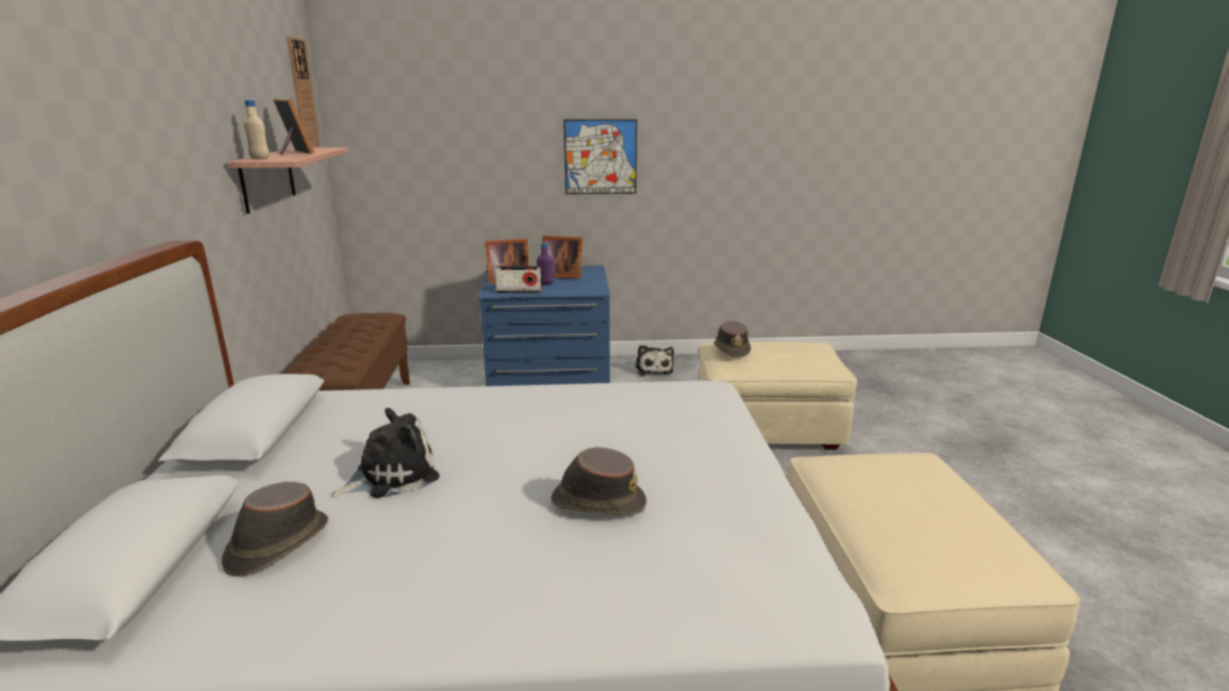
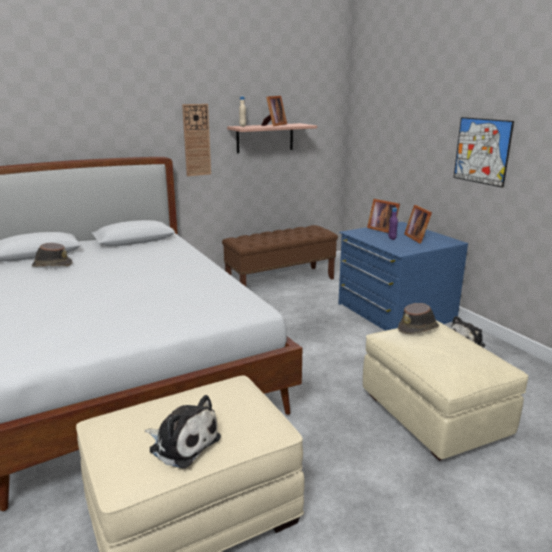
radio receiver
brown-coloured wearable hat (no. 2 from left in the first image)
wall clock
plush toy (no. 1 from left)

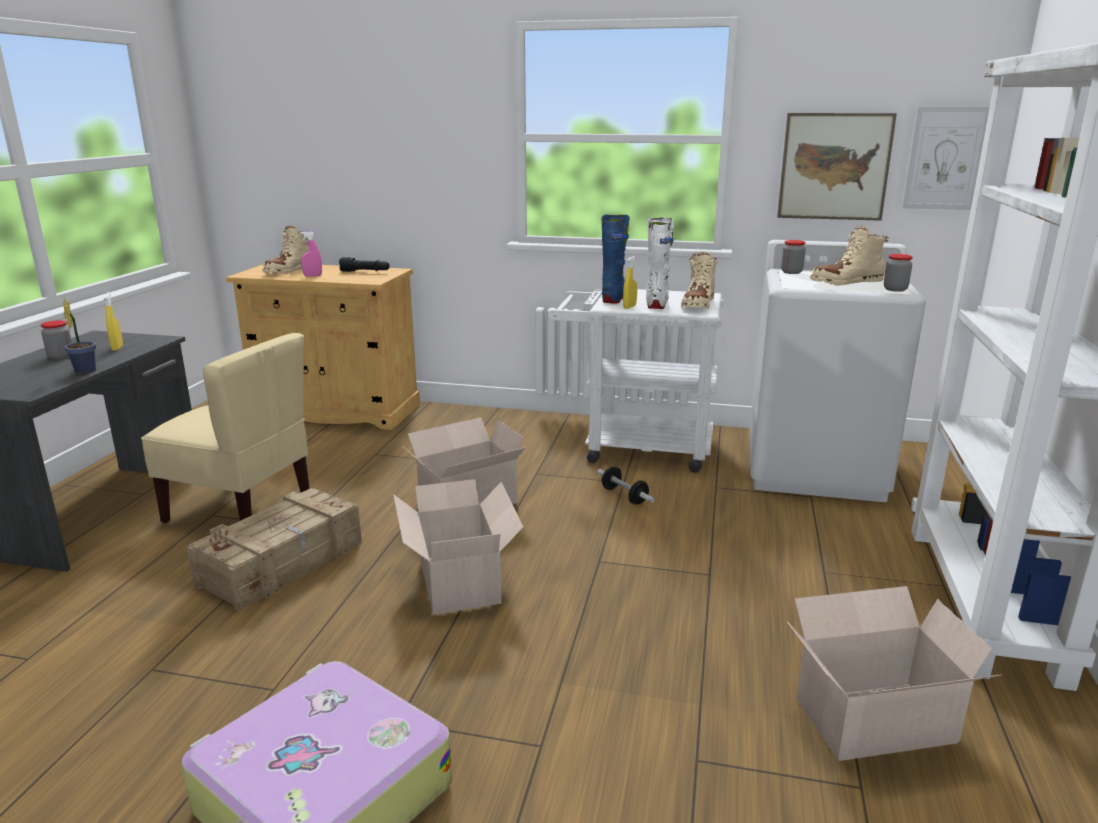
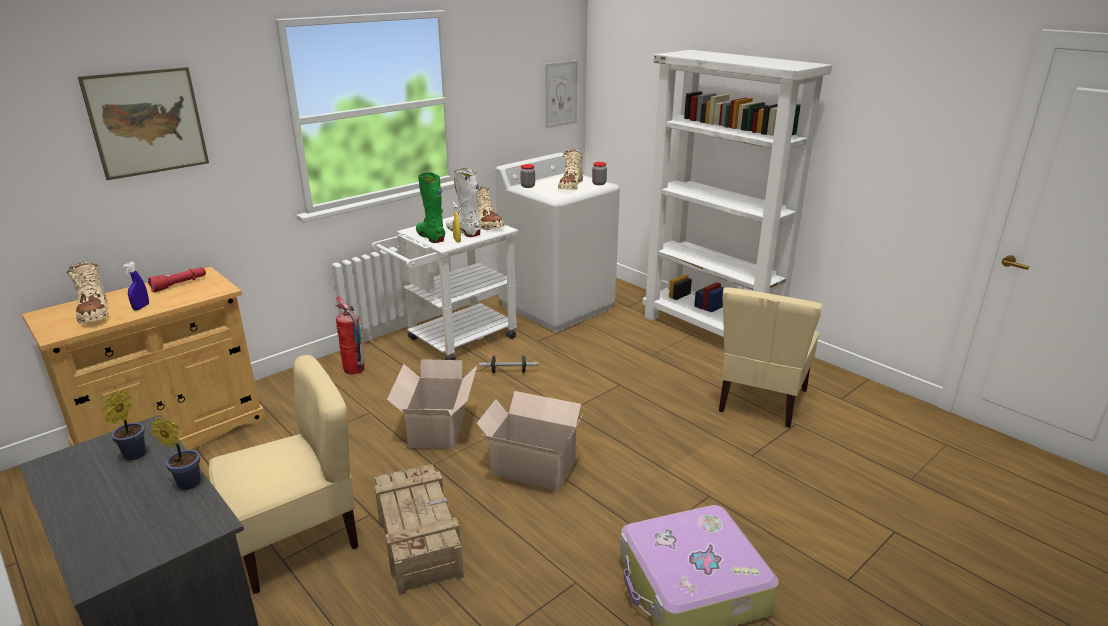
preserve jar (no. 1 from left in the first image)
fire extinguisher
wall art (no. 1 from left)
potted plant (no. 1 from left)
sand-coloured upright chair (no. 2 from left)
blue-coloured sprayer
reddish torch
green-coloured tall boot

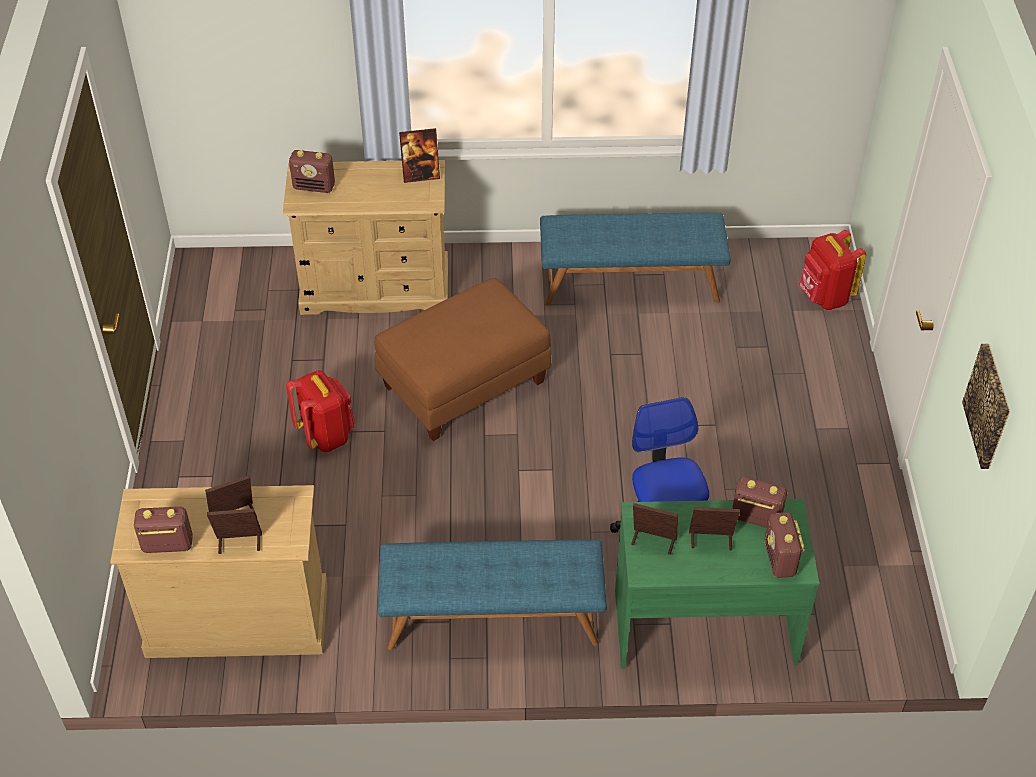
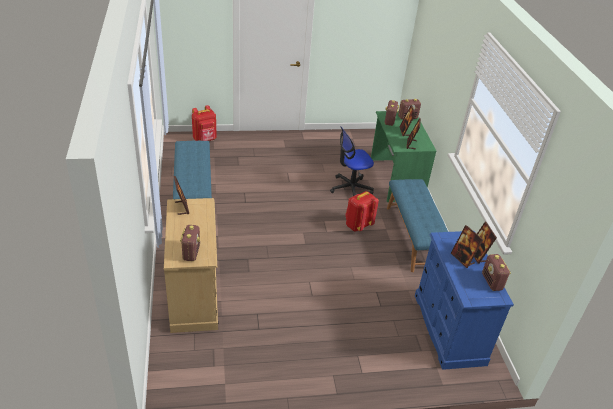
brown-coloured pouffe
wall art
reddish backpack (no. 2 from left)
blue-coloured chest of drawers

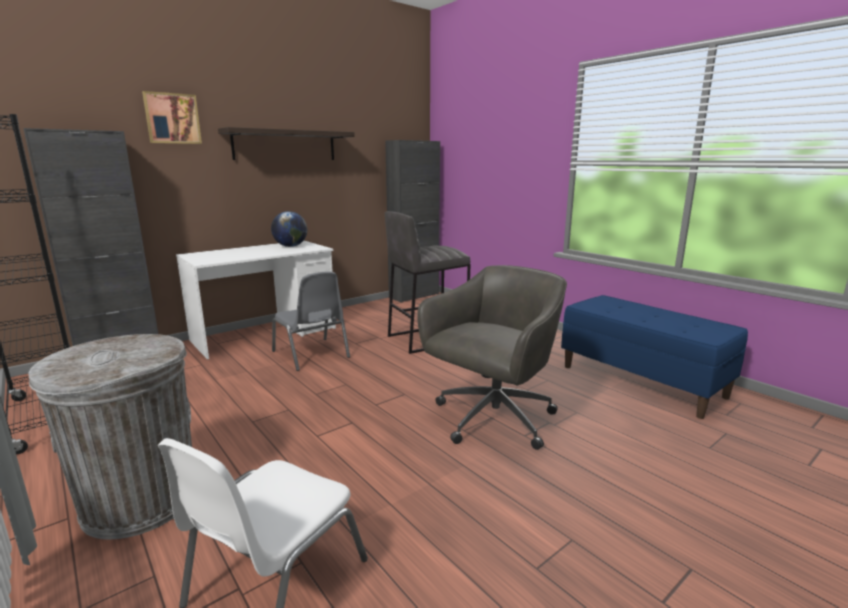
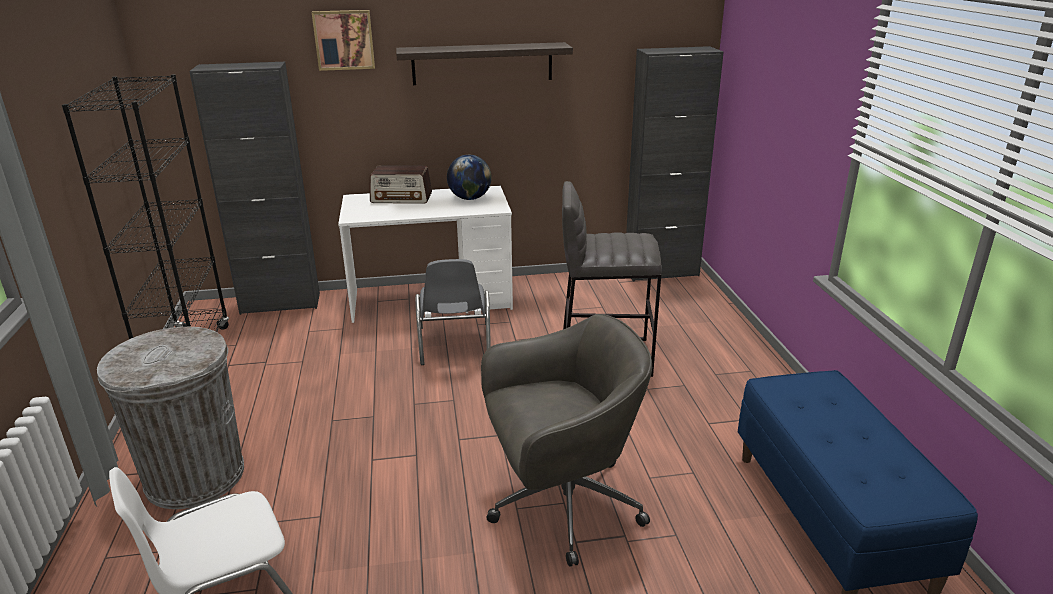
radio receiver

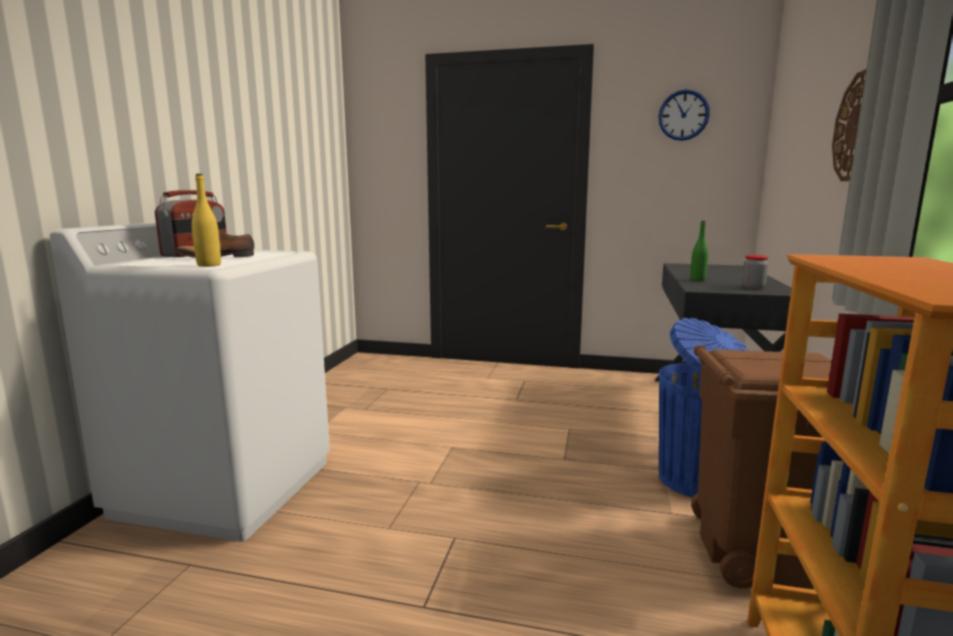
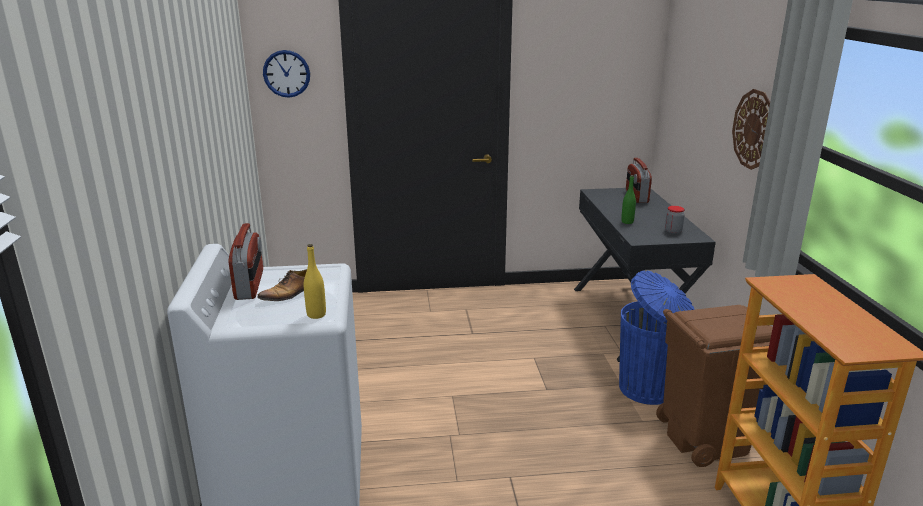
radio receiver (no. 2 from left)
wall clock (no. 1 from left)

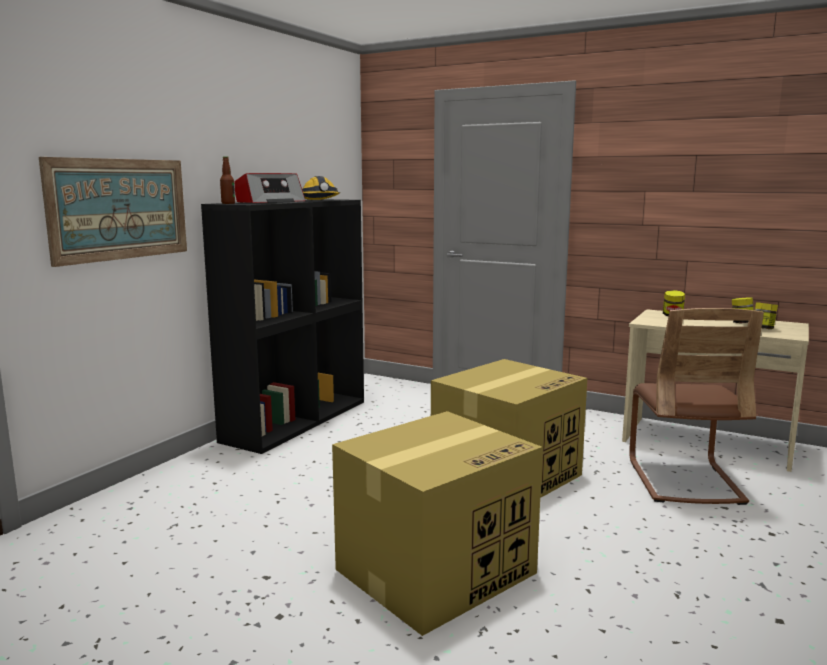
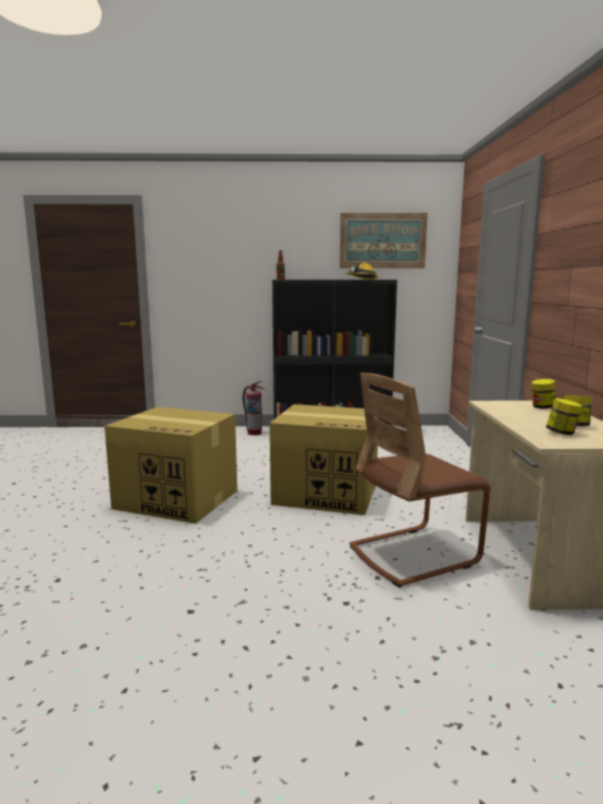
radio receiver
fire extinguisher
wall art

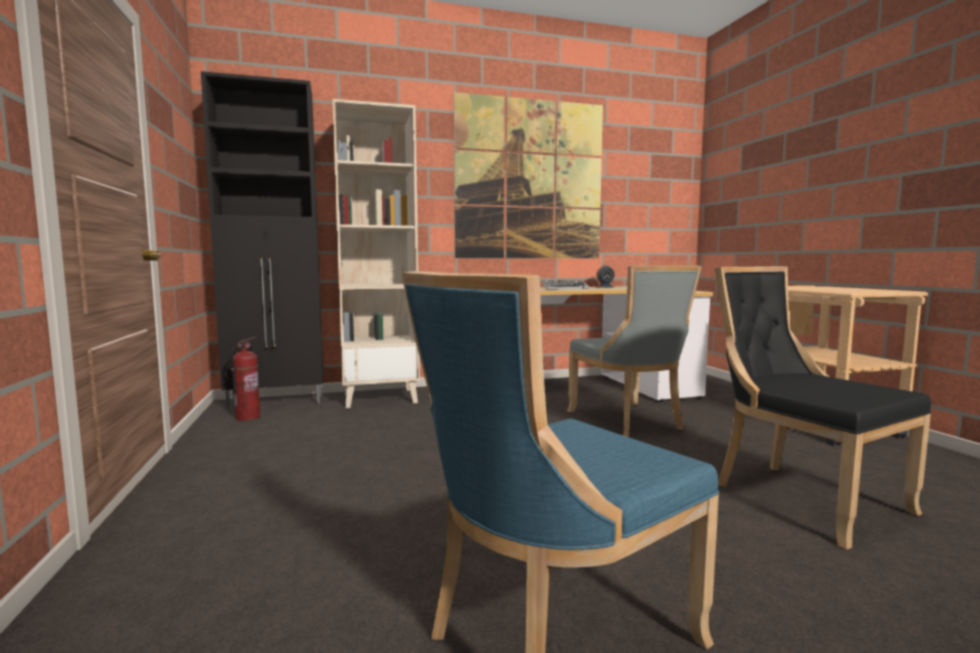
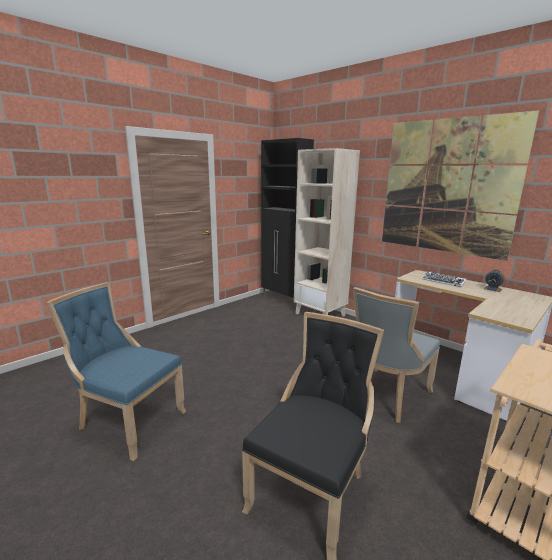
fire extinguisher

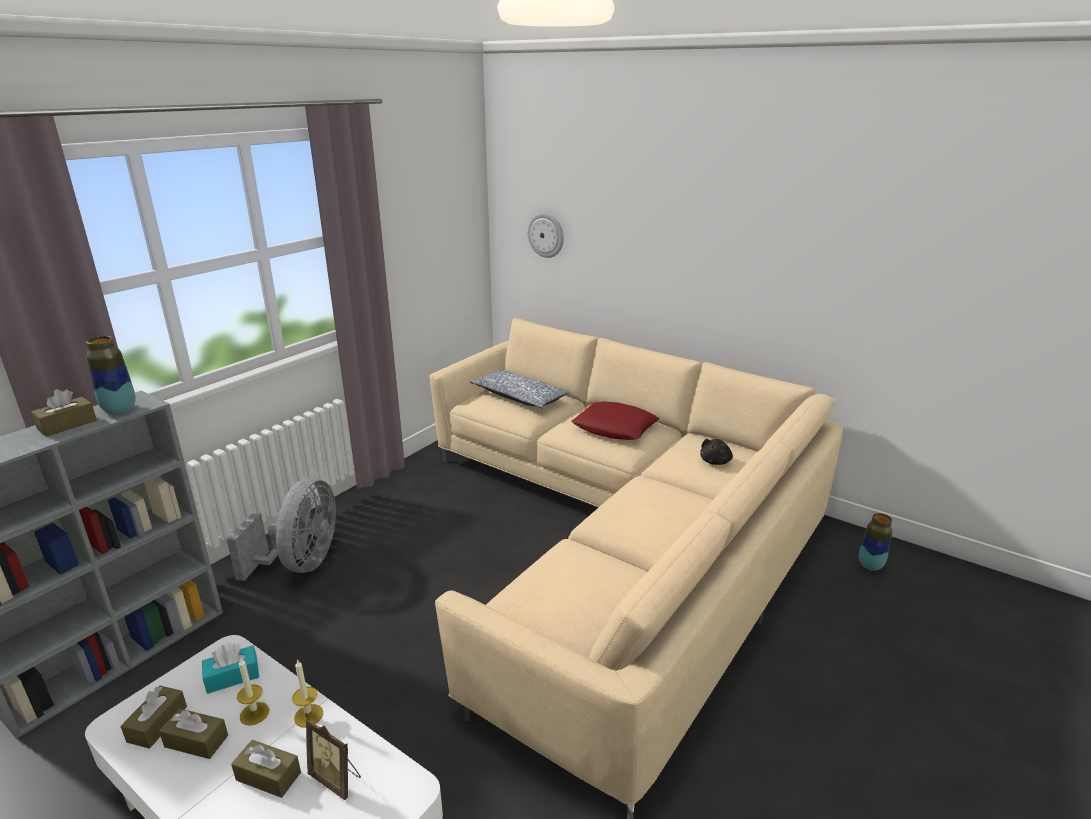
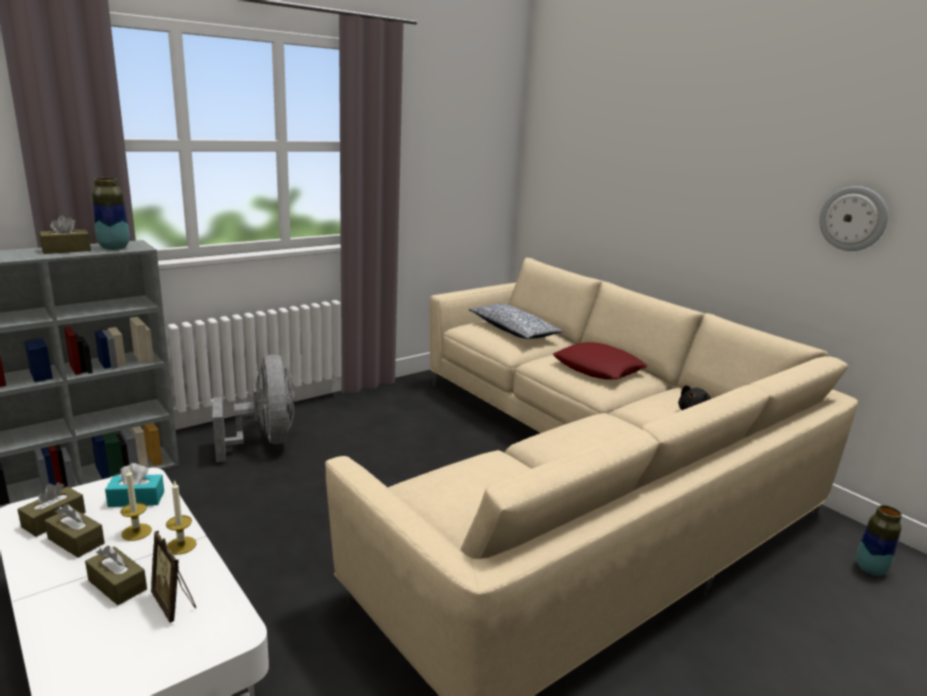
wall clock
grey cooling fan

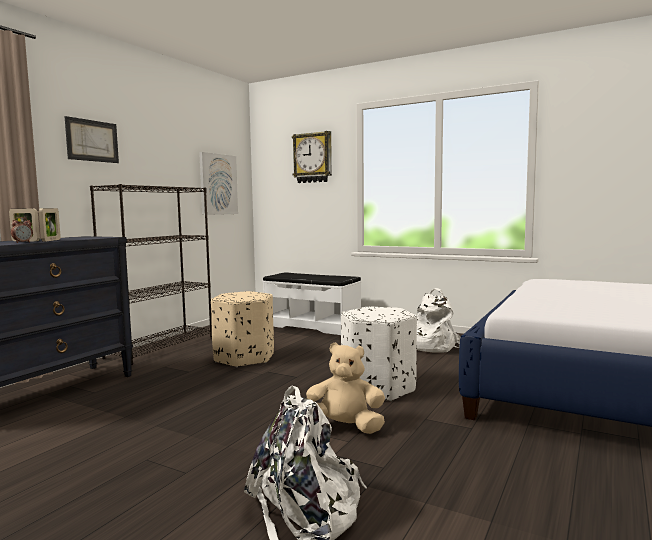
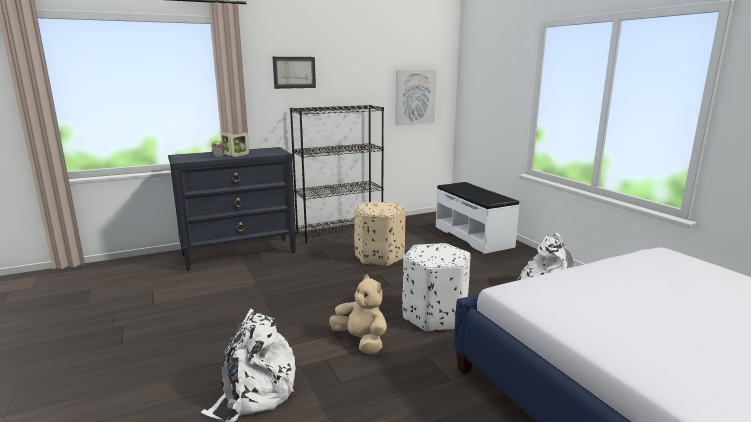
wall clock

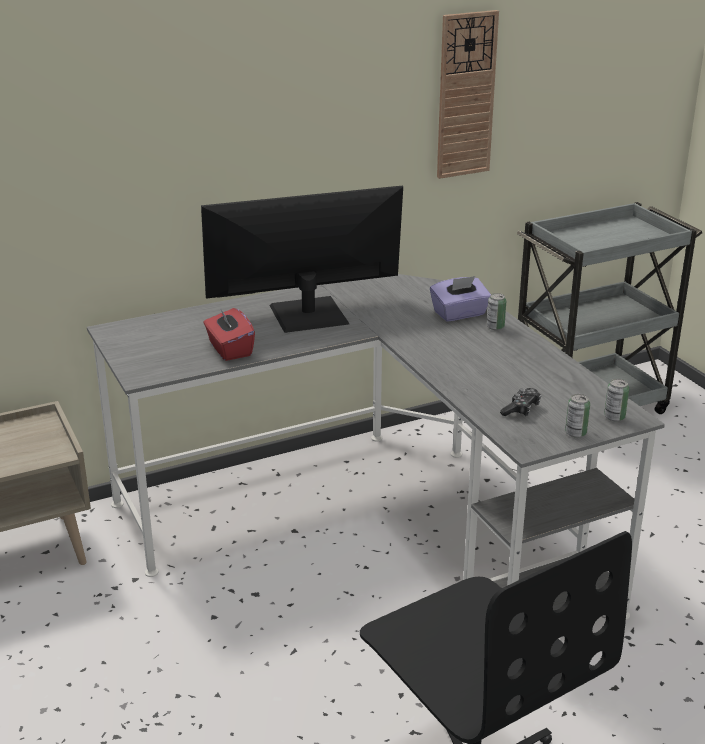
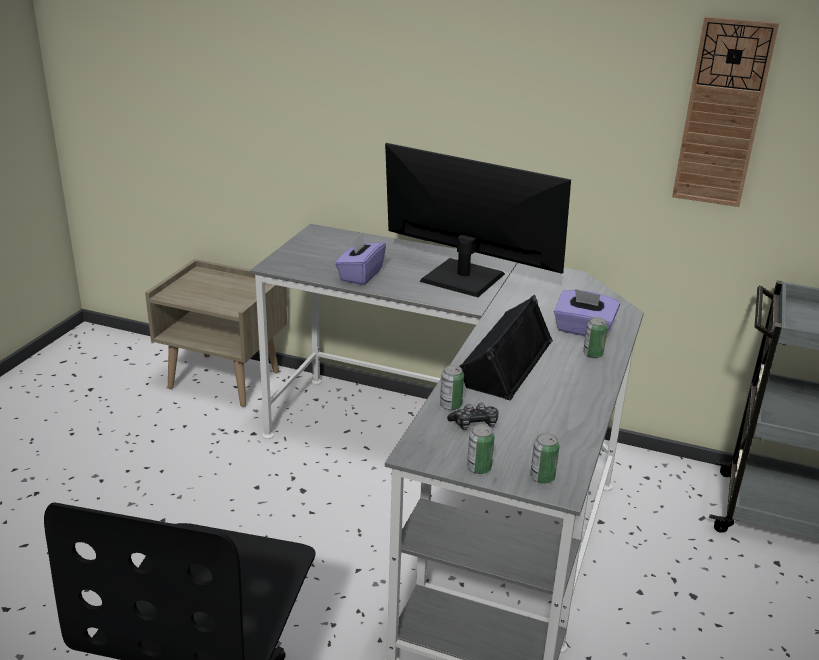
can (no. 1 from left)
black-coloured speaker
purplish tissue holder (no. 1 from left)

